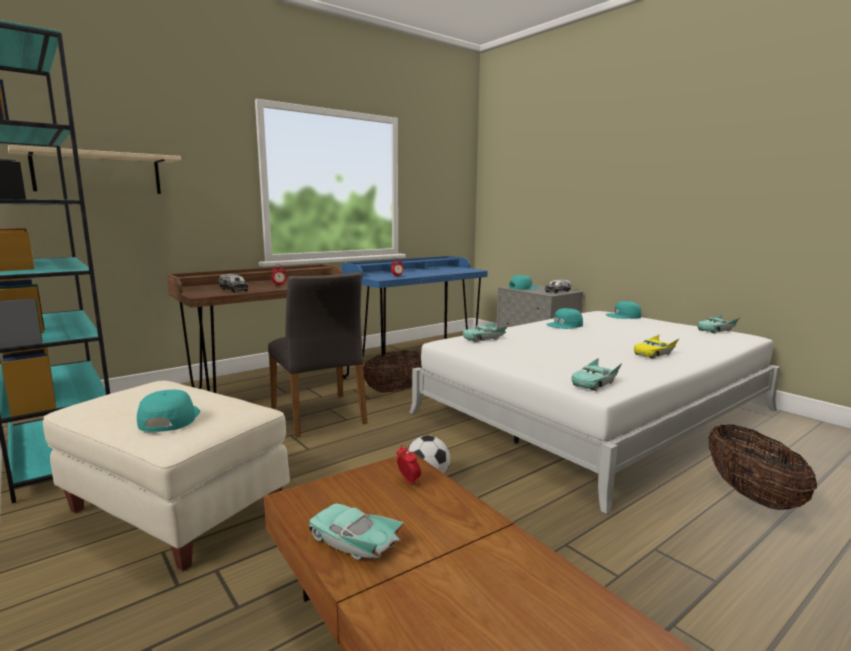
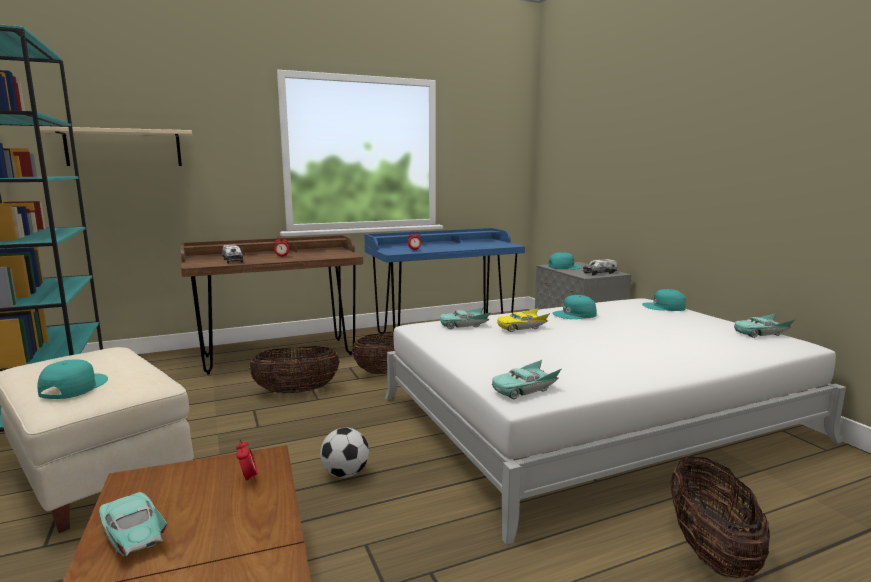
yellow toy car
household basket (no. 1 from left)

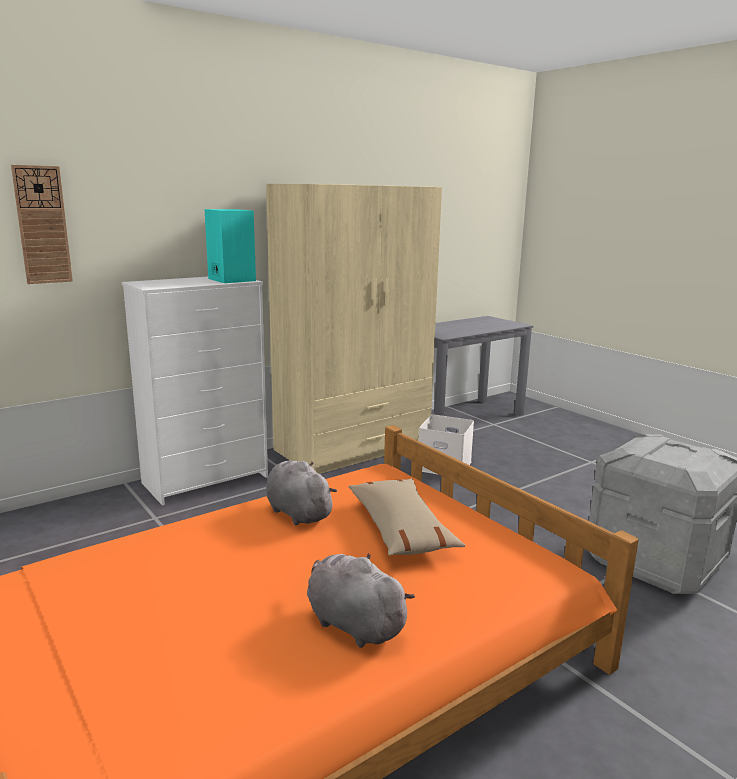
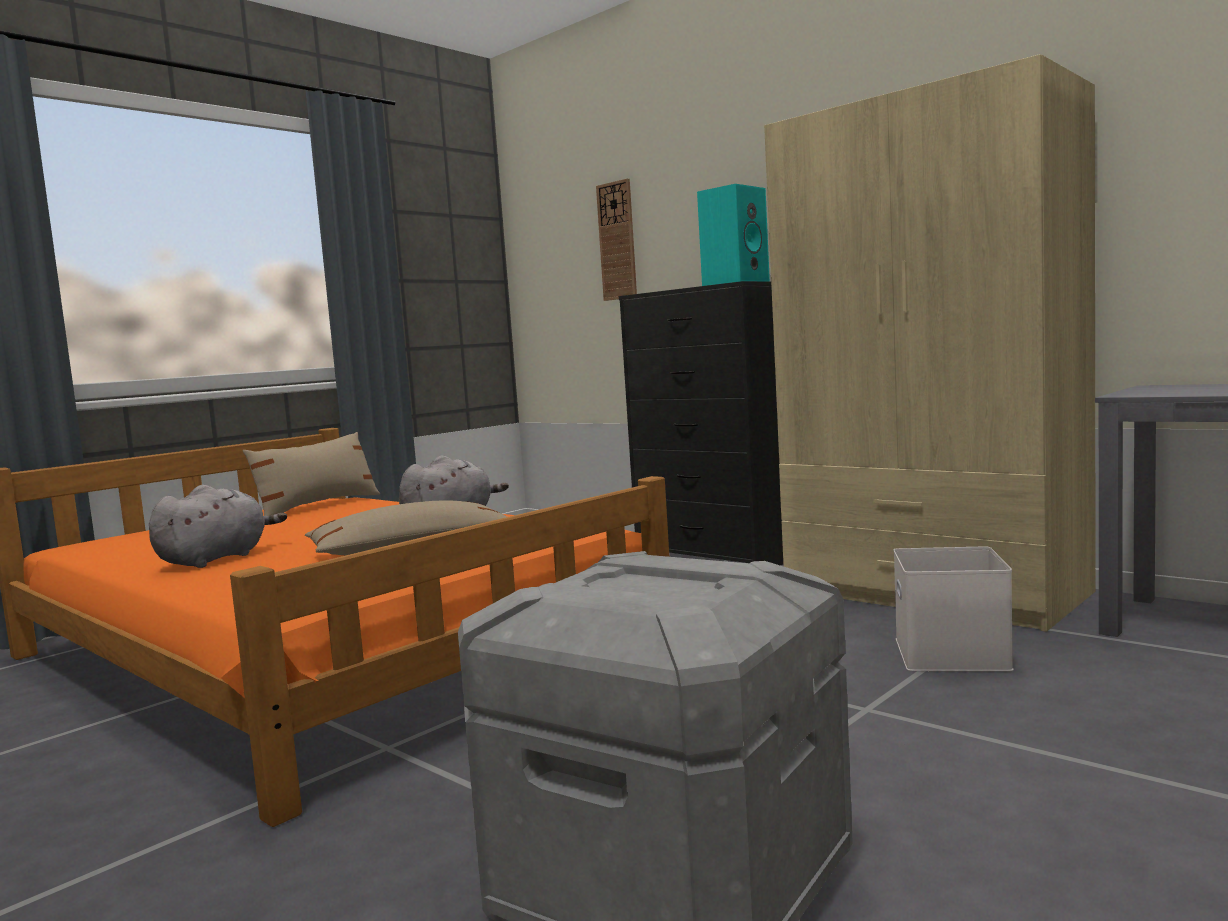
sand-coloured cushion (no. 1 from left)
black-coloured chest of drawers

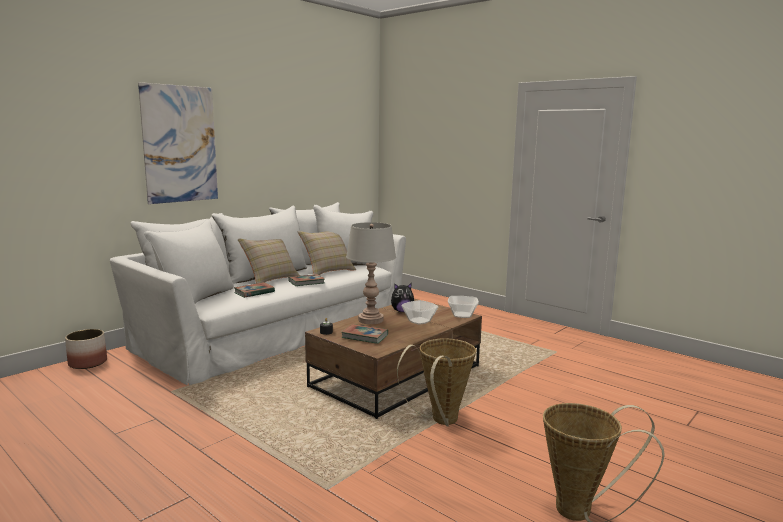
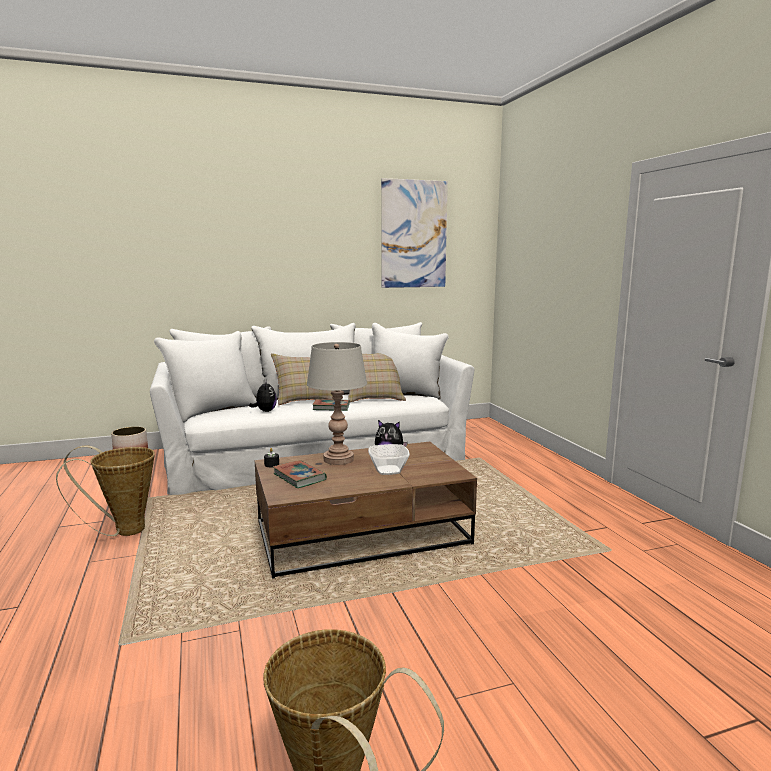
serving bowl (no. 2 from left in the first image)
wall art
household basket (no. 1 from left)
plush toy (no. 1 from left)

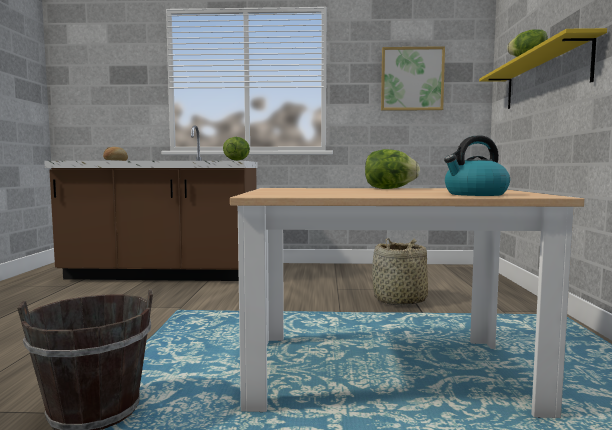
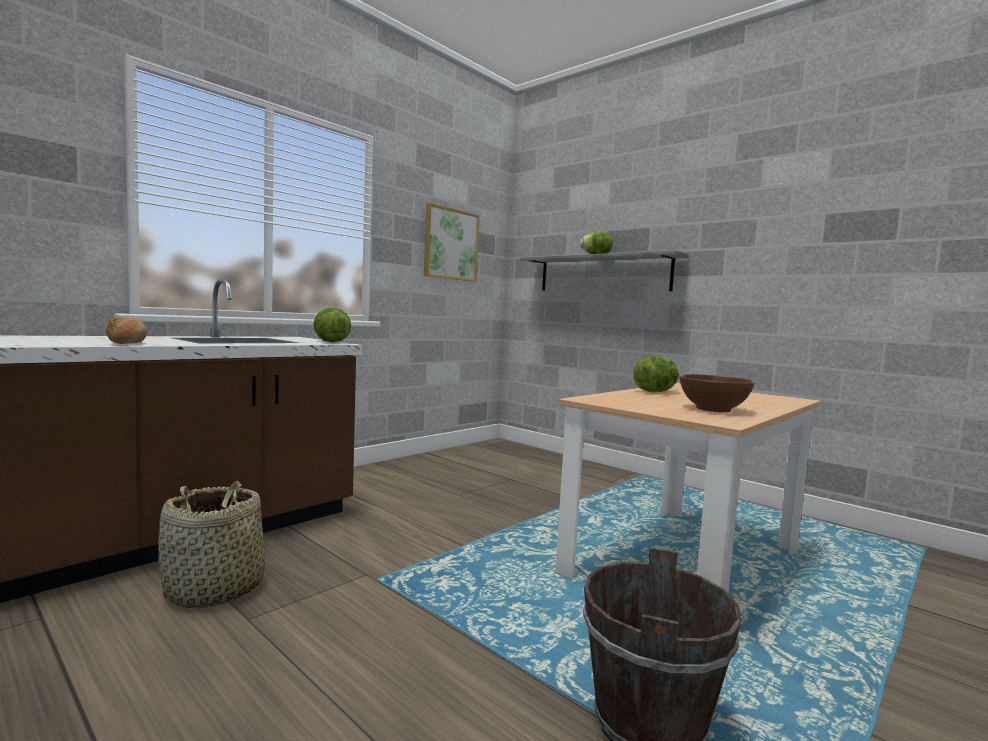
water kettle
brown-coloured serving bowl
household basket
grey bracket shelf

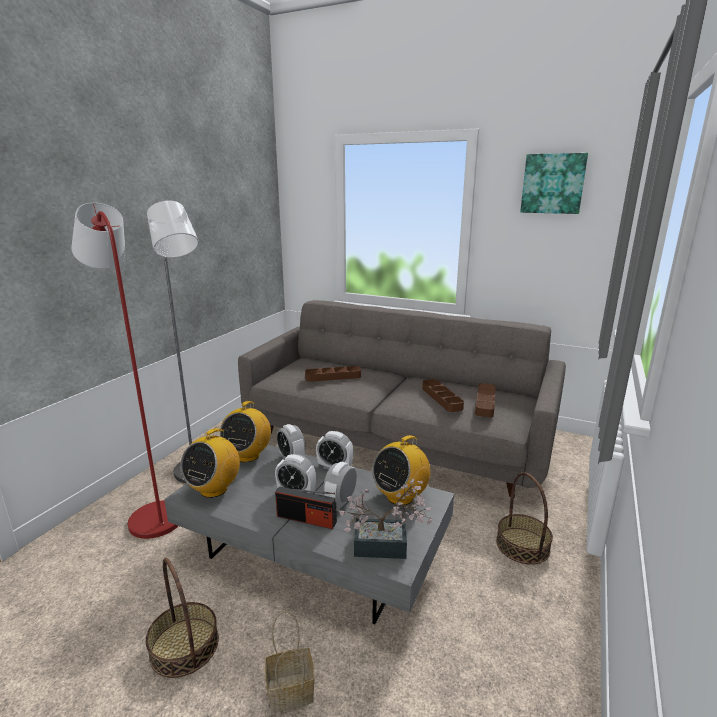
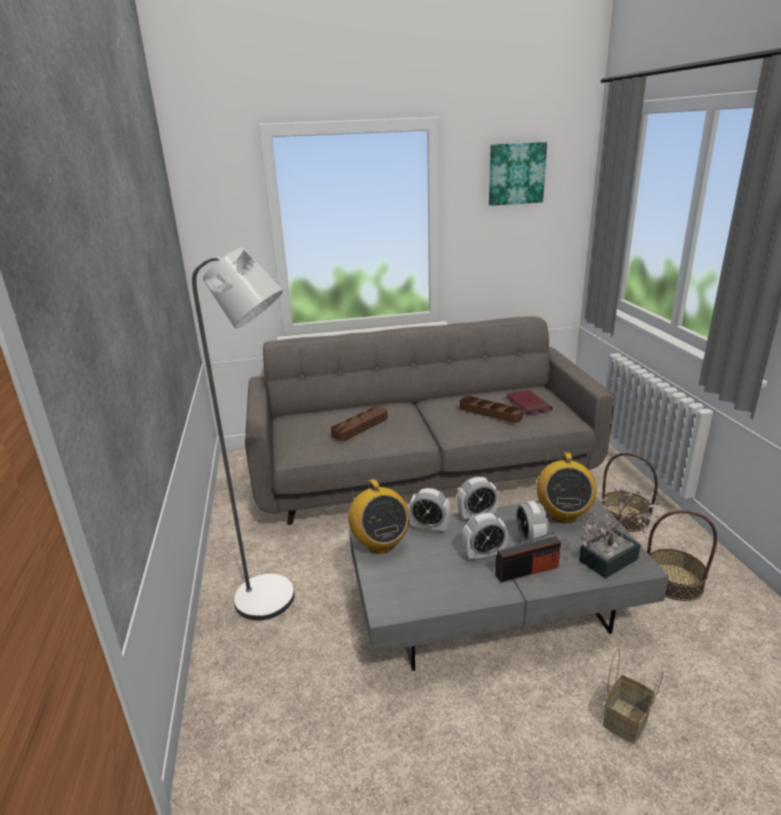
reddish standard lamp
radio receiver (no. 1 from left in the first image)
household basket (no. 3 from left)
reddish volume

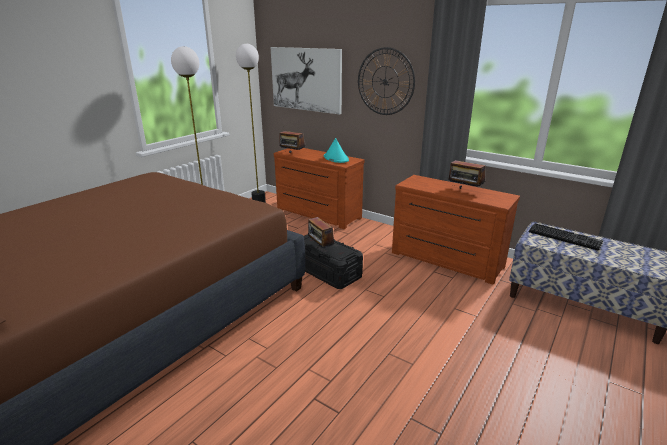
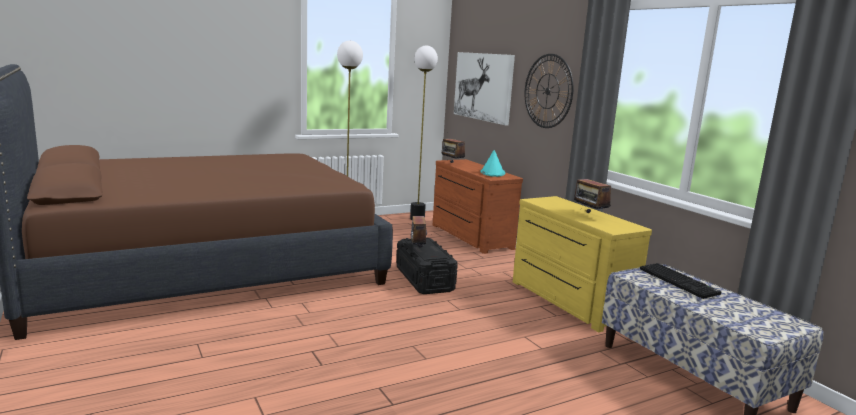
yellow chest of drawers

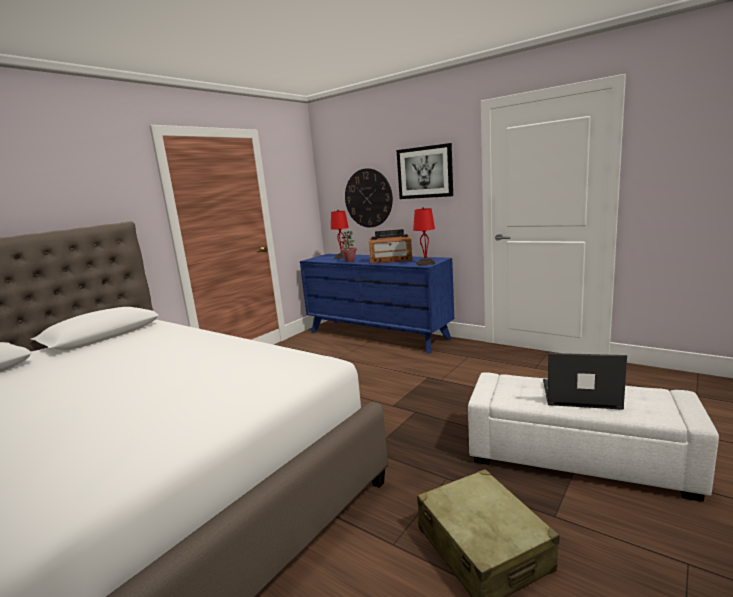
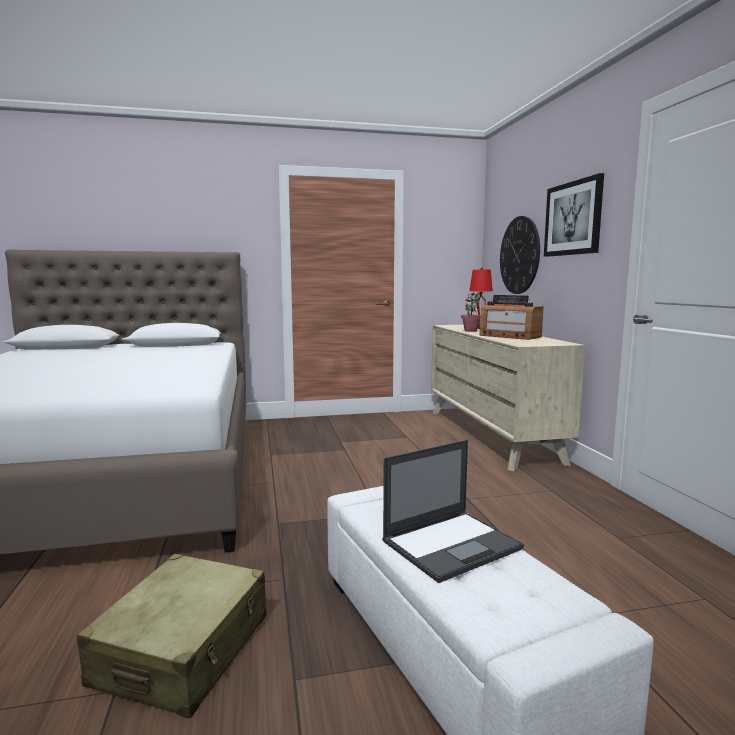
reddish tabletop lamp (no. 2 from left in the first image)
sand-coloured chest of drawers
notebook computer

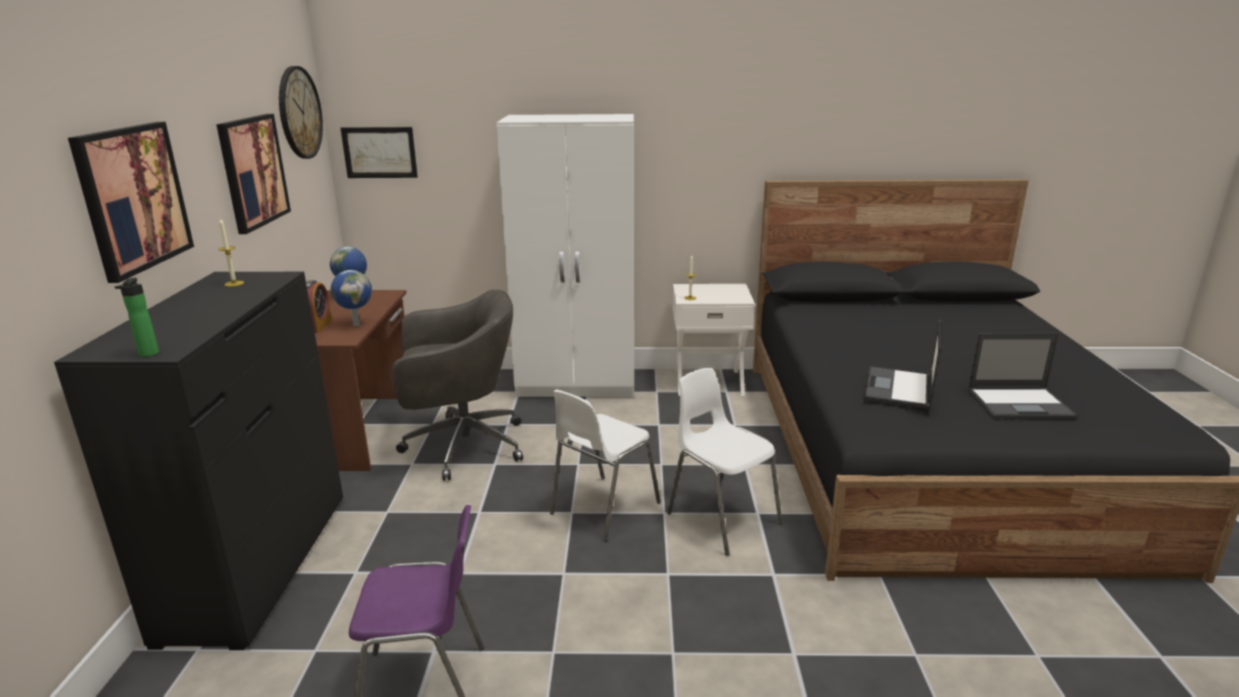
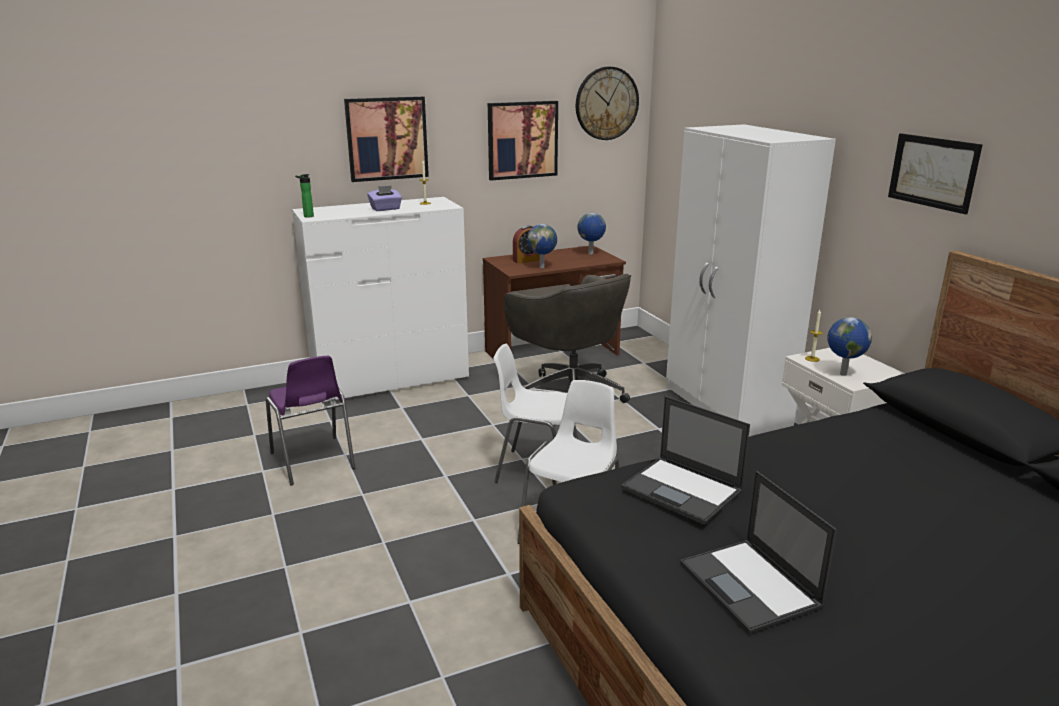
purplish tissue holder
globe (no. 3 from left)
wall art (no. 3 from left)
white-coloured chest of drawers
notebook computer (no. 1 from left)

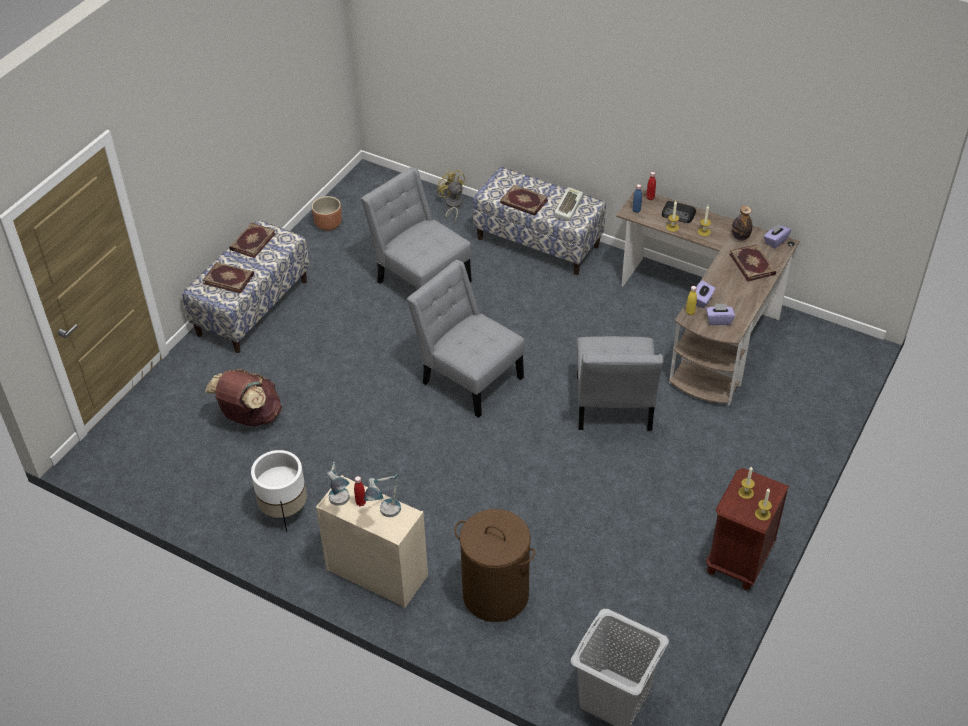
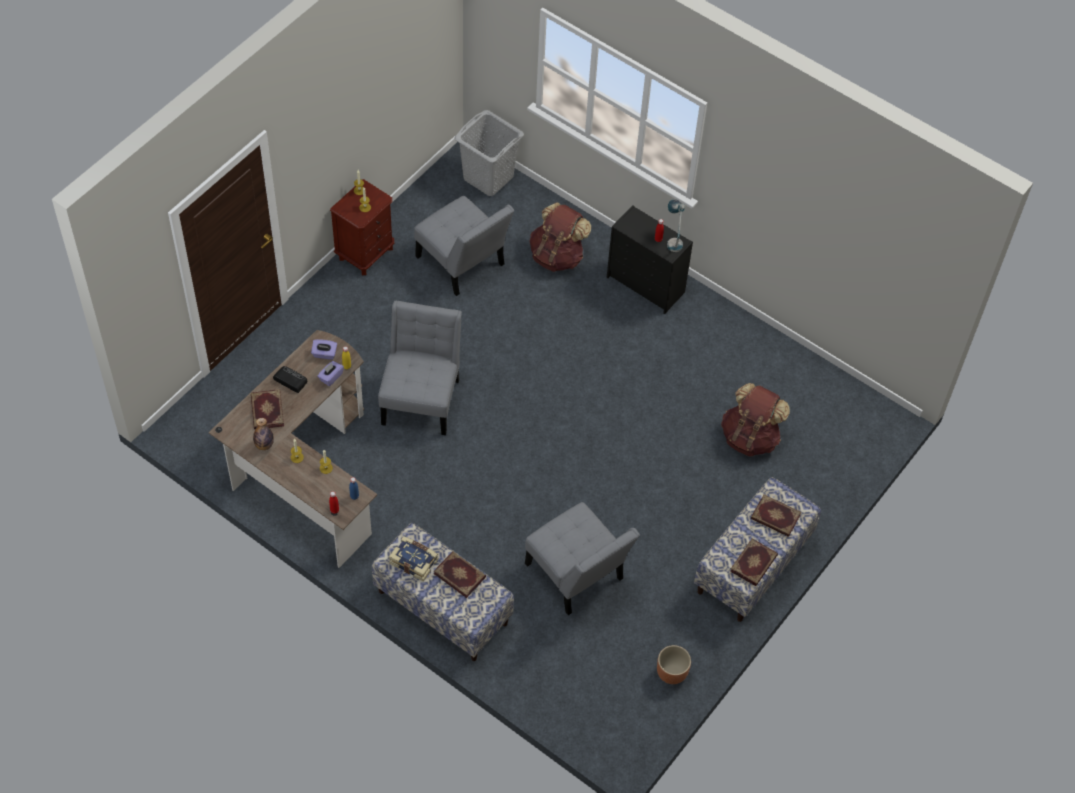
white-coloured planter
tabletop lamp (no. 2 from left in the first image)
yellow cooling fan
purplish tissue holder (no. 3 from left in the first image)
grey upright chair (no. 2 from left)
radio receiver
brown-coloured backpack (no. 1 from left)
volume (no. 2 from left)
black-coloured chest of drawers

